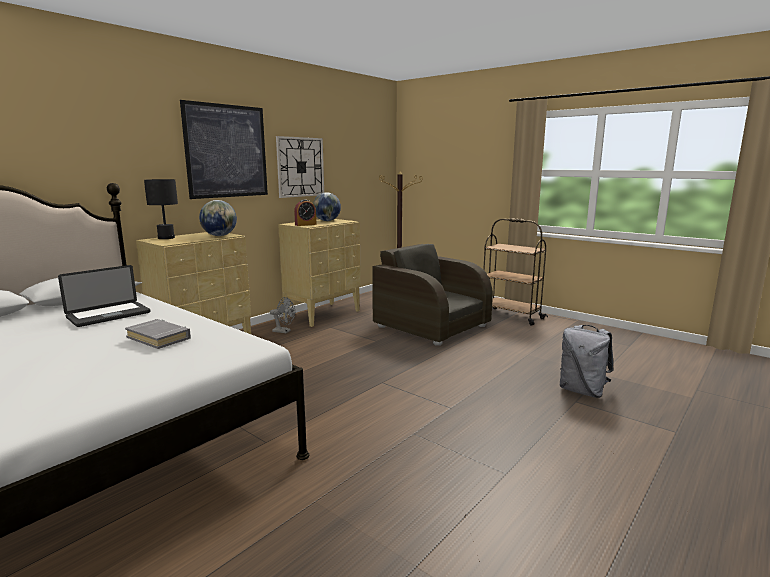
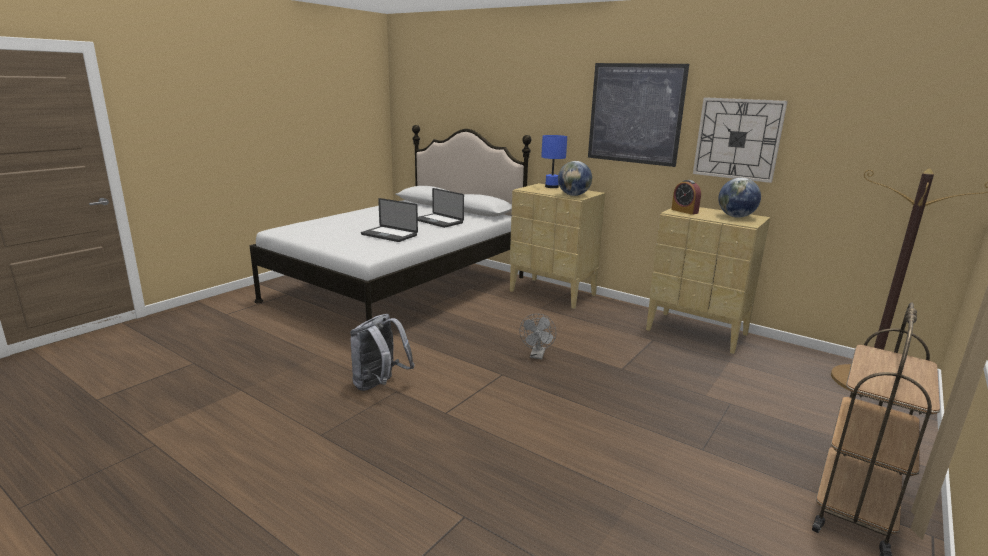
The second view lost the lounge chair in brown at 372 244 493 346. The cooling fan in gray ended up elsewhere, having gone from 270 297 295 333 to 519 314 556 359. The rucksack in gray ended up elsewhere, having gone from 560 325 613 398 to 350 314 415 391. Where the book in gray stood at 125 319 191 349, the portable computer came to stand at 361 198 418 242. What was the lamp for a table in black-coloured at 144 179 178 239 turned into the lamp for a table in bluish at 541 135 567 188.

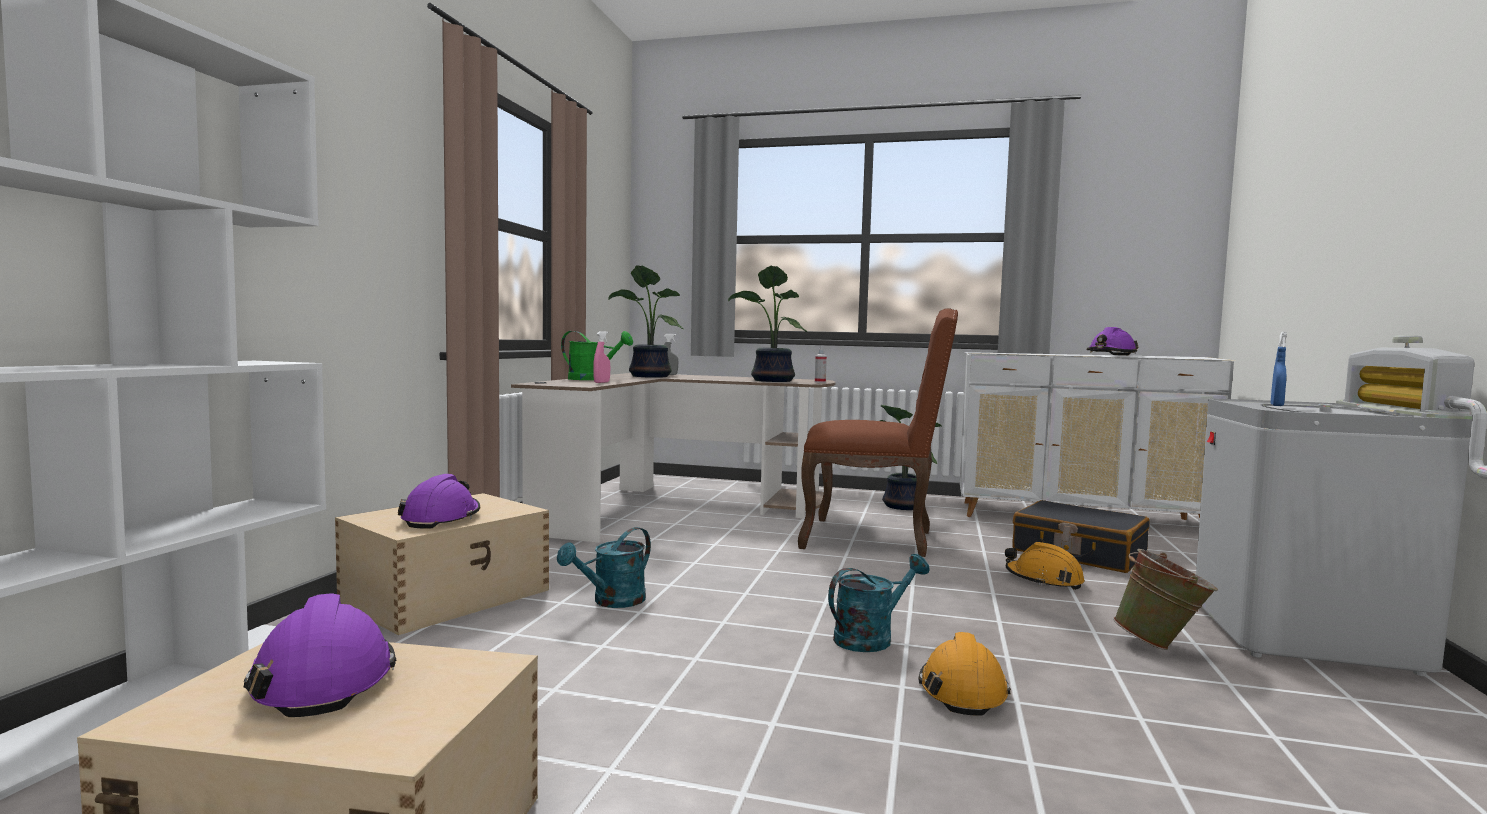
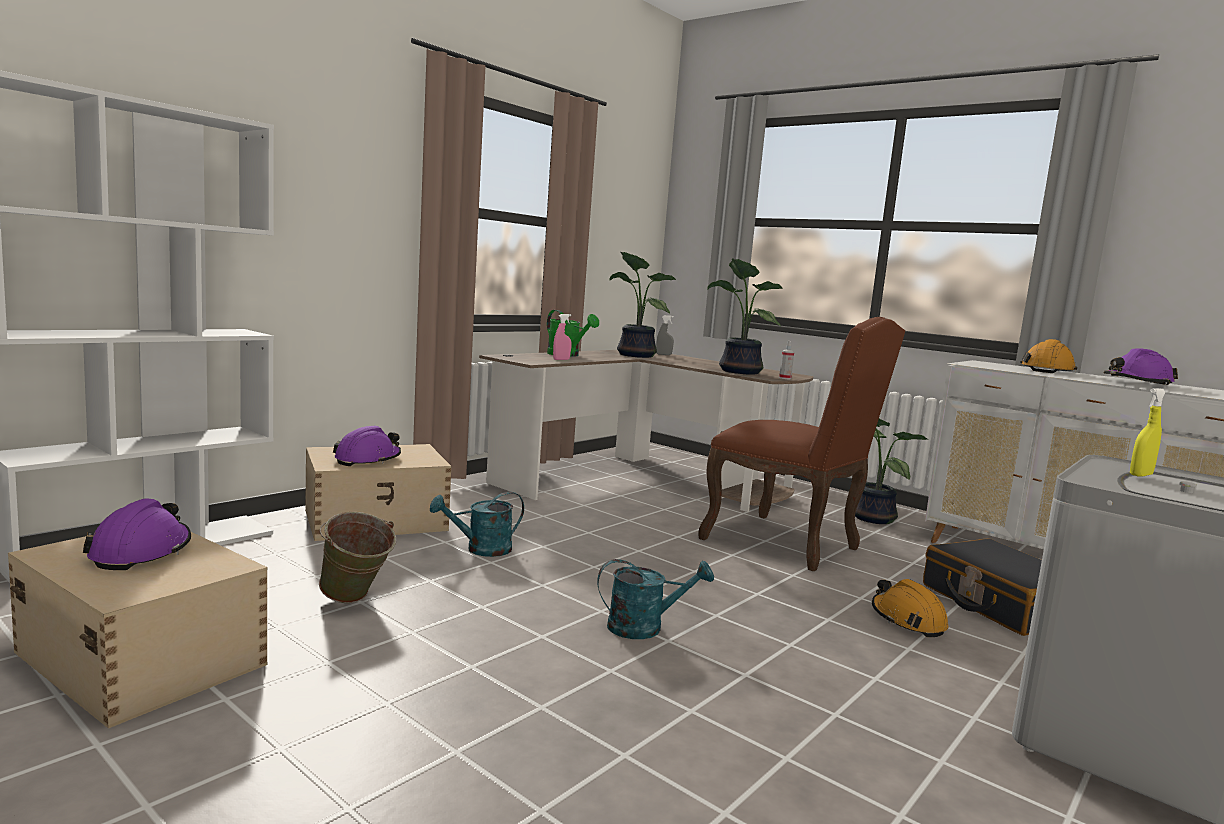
The safety helmet in orange ended up elsewhere, having gone from 918 632 1011 716 to 1020 339 1077 373. The water bucket in greenish ended up elsewhere, having gone from 1113 549 1218 650 to 319 512 396 603. What was the spray bottle in bluish at 1270 332 1287 406 turned into the spray bottle in yellow-coloured at 1130 388 1166 477.

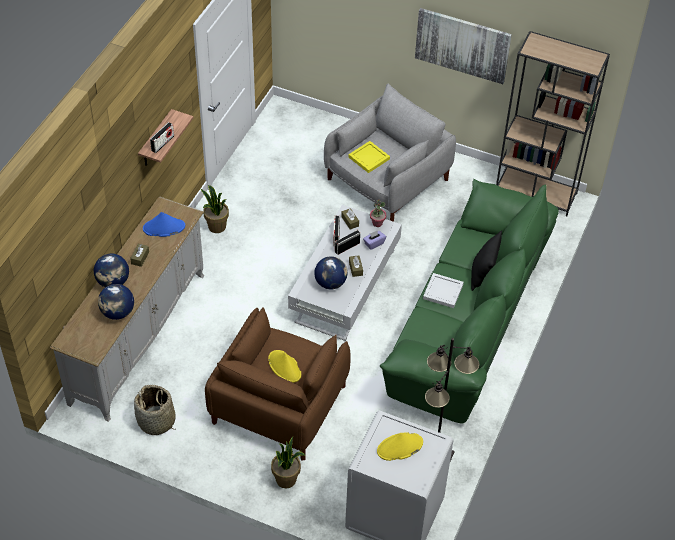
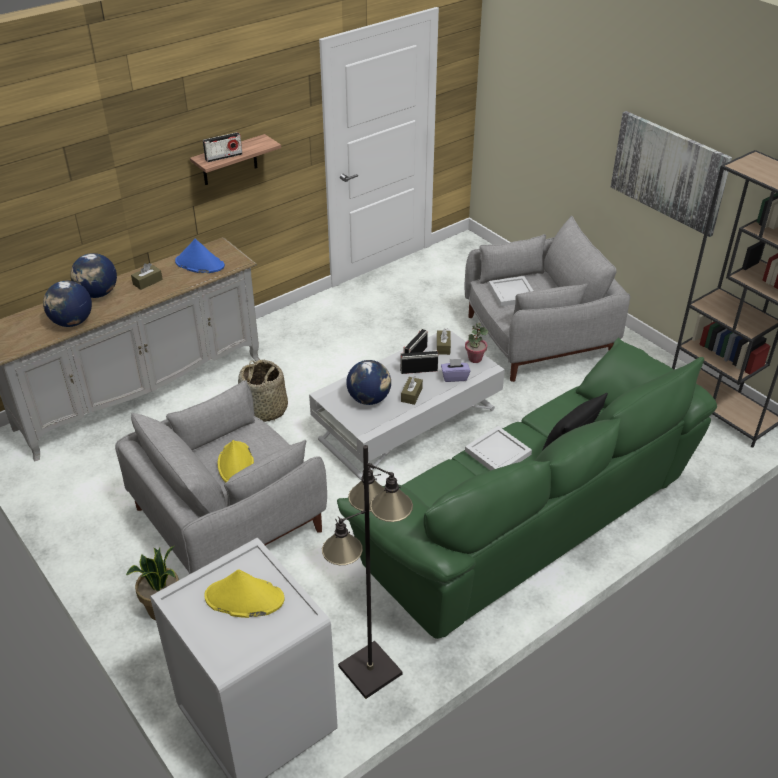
The second view lost the plant in a pot at 200 185 229 233. The household basket ended up elsewhere, having gone from 134 385 176 435 to 238 360 288 422. What was the lounge chair in brown at 205 307 351 461 turned into the lounge chair in gray at 115 380 327 574. What was the tray in yellow-coloured at 348 141 390 173 turned into the tray in white at 488 276 534 306.

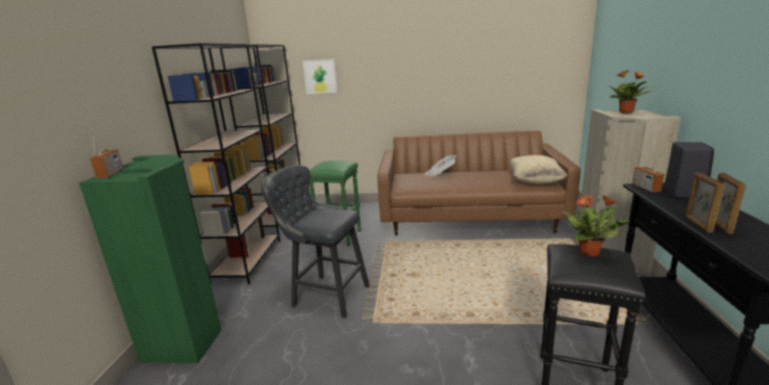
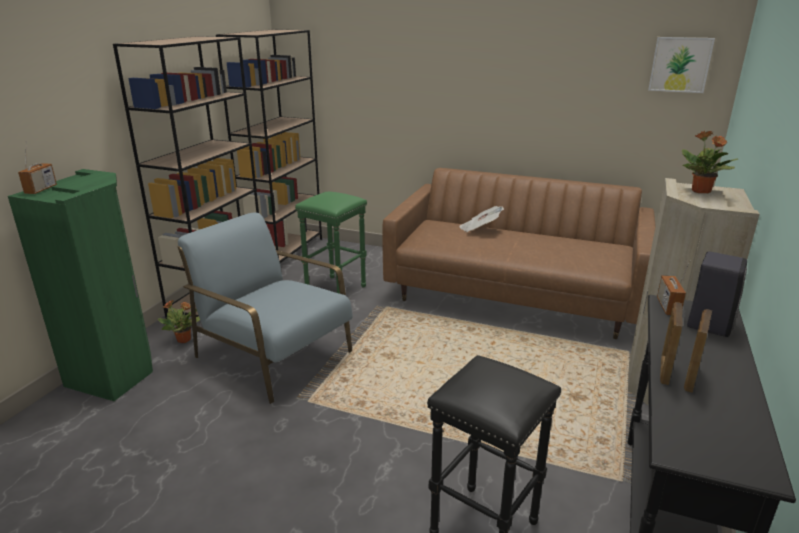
The second view lost the cushion in beige-coloured at 510 155 567 184. The wall picture ended up elsewhere, having gone from 303 59 338 94 to 648 37 715 93. The plant in a pot ended up elsewhere, having gone from 562 195 630 257 to 157 300 200 343. Where the sitting stool in gray stood at 261 165 370 318, the lounge chair in bluish came to stand at 177 212 353 404.

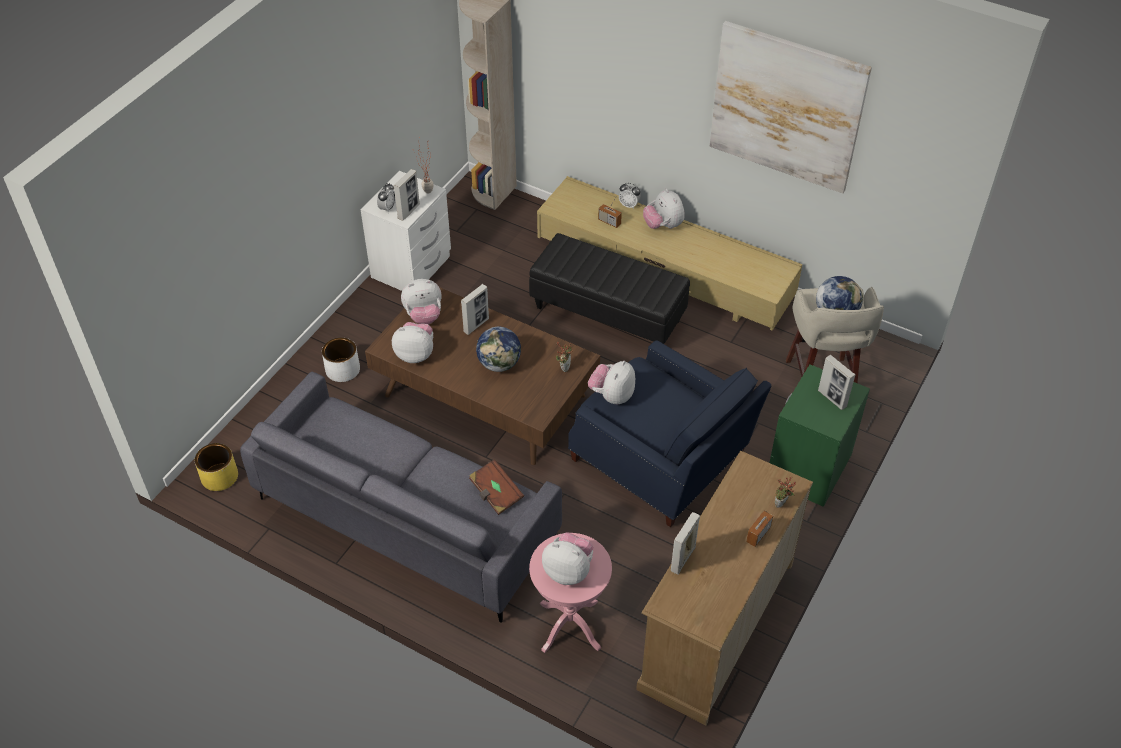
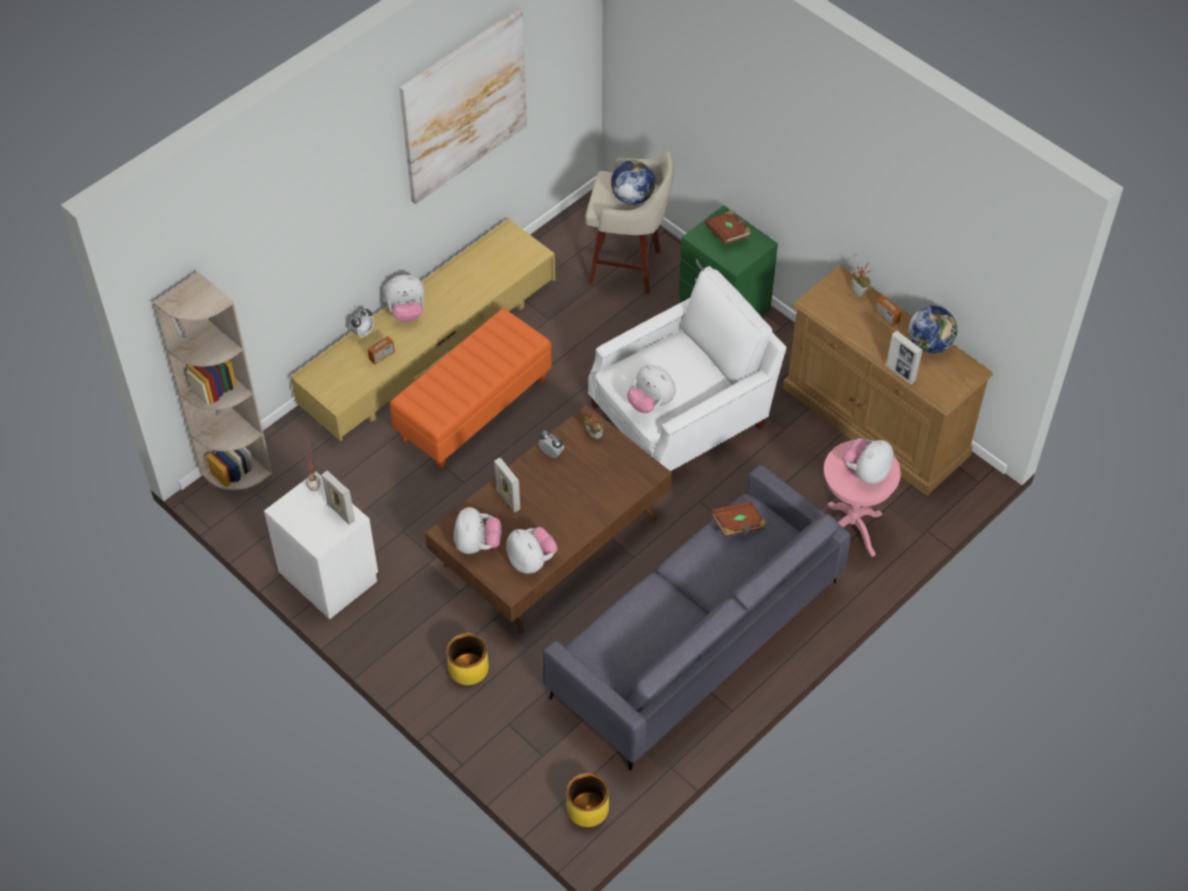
The alarm clock ended up elsewhere, having gone from 377 183 396 213 to 538 430 564 458. The globe ended up elsewhere, having gone from 476 327 521 372 to 909 306 957 354. Where the photo frame stood at 818 355 855 410, the book in brown came to stand at 705 211 751 244. What was the planter in white at 322 337 360 382 turned into the planter in yellow-coloured at 447 634 489 685. What was the ottoman in black-coloured at 529 233 690 344 turned into the ottoman in orange at 389 308 552 469. What was the lounge chair in bluish at 568 340 772 527 turned into the lounge chair in white at 588 266 787 471. The cuddly toy at 392 322 433 363 ended up facing another way, 120 degrees clockwise from before.

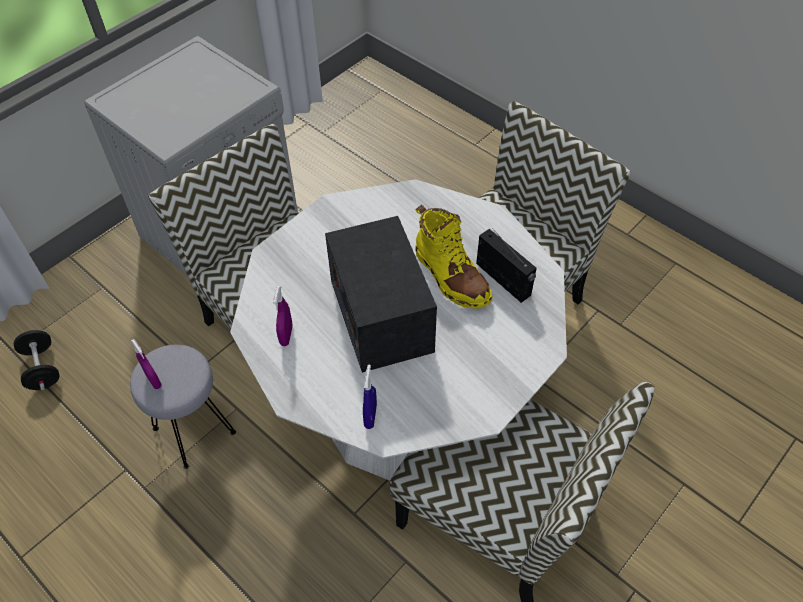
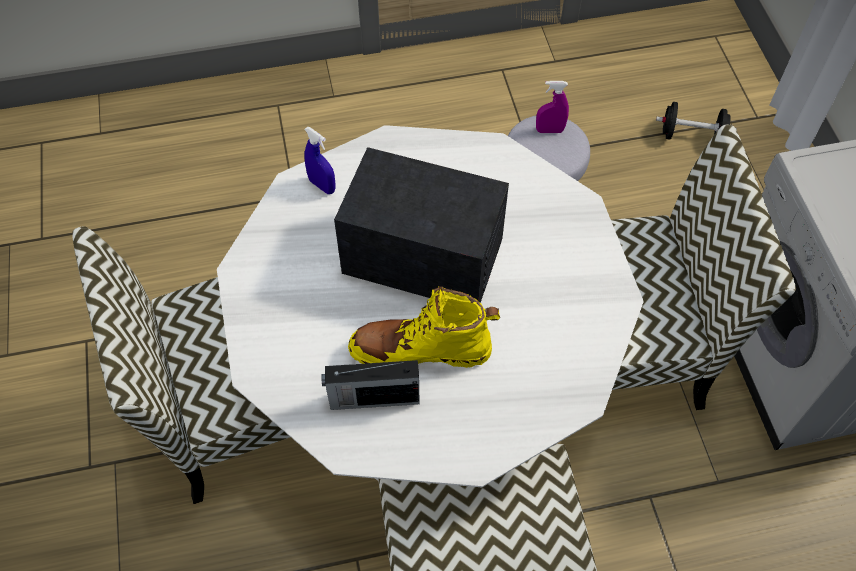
The second view lost the spray bottle in purple at 273 286 293 346.

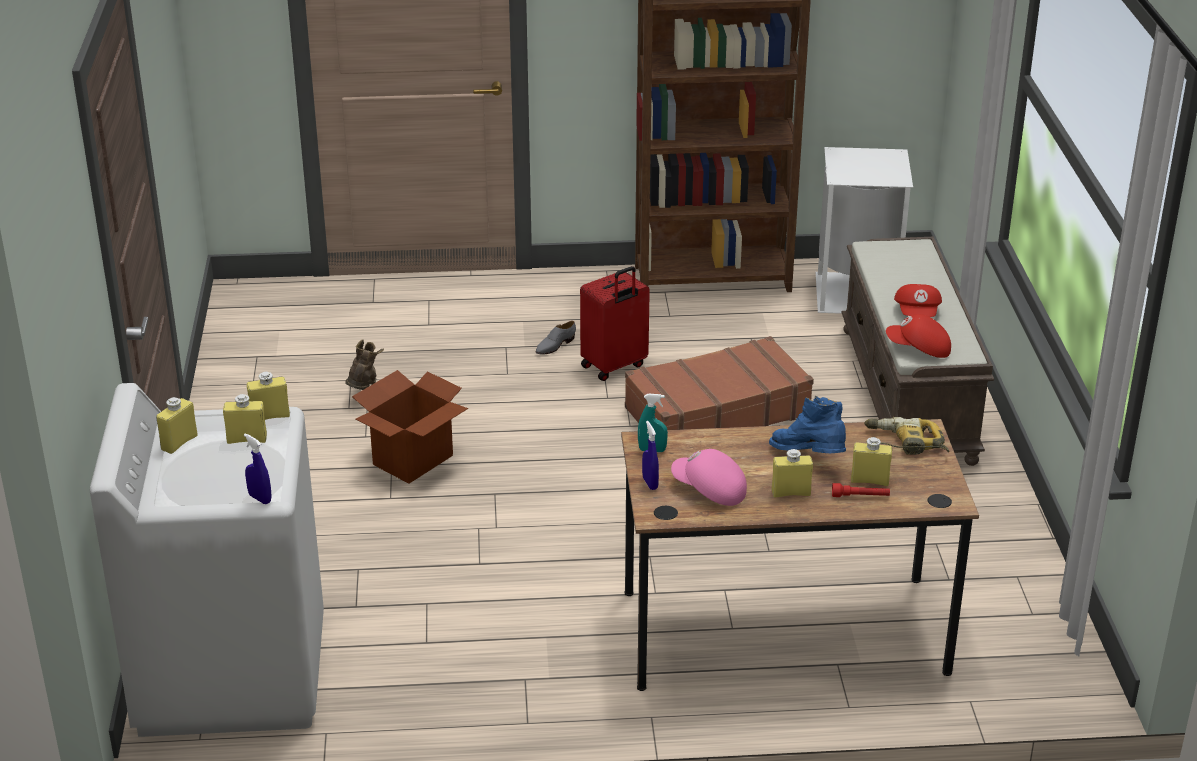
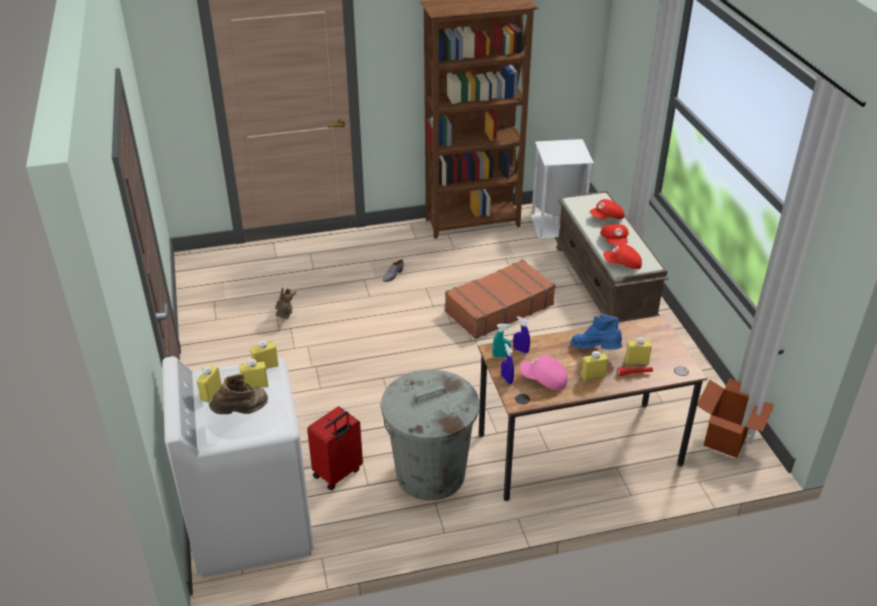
The second view lost the drill at 864 417 949 455. The second view gained the high-top boot in brown at 209 374 268 414. The second view gained the rubbish bin in gray at 381 369 479 501. The second view gained the baseball cap in reddish at 590 199 624 219. The spray bottle in bluish ended up elsewhere, having gone from 244 433 272 504 to 513 316 530 353. The packing box ended up elsewhere, having gone from 352 370 468 484 to 697 378 774 458. The suitcase in reddish ended up elsewhere, having gone from 580 266 650 381 to 307 406 363 490.

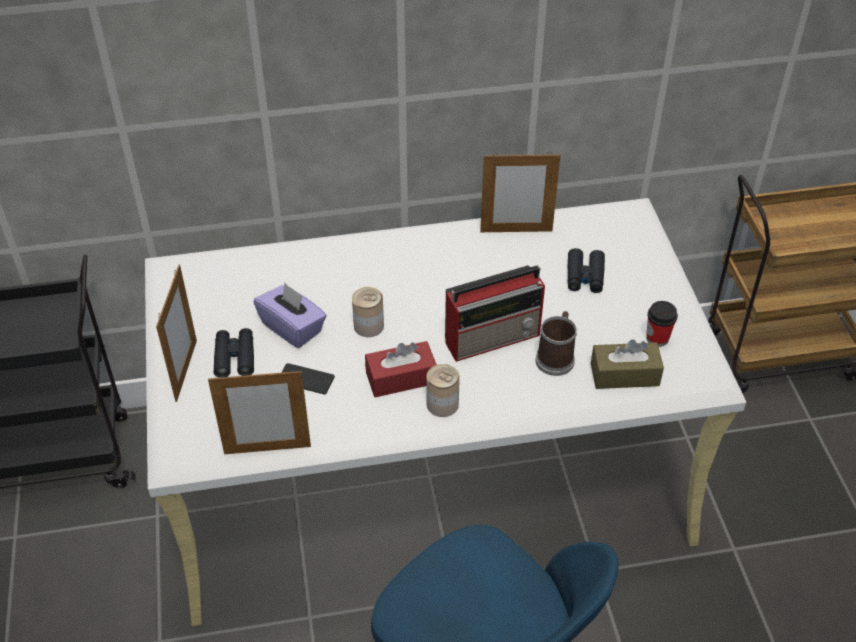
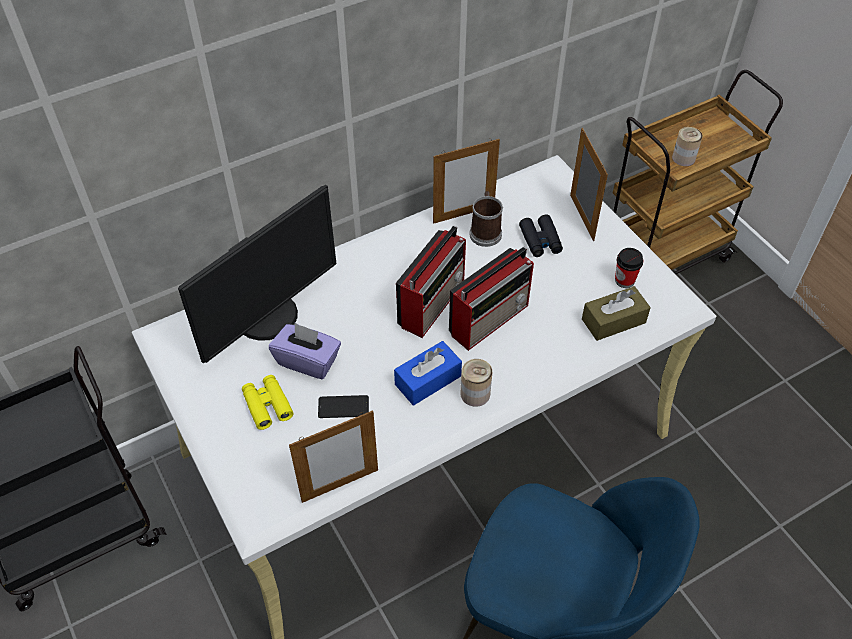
The second view gained the monitor at 178 185 336 363. The second view gained the radio receiver at 396 226 466 338. The photo frame ended up elsewhere, having gone from 156 265 197 402 to 570 128 608 241. The can ended up elsewhere, having gone from 352 287 384 337 to 672 127 703 166. The mug ended up elsewhere, having gone from 536 311 577 376 to 469 191 503 247. What was the binoculars in black-coloured at 214 328 254 378 turned into the binoculars in yellow-coloured at 242 375 294 430. What was the box of tissues in reddish at 365 341 437 397 turned into the box of tissues in bluish at 394 341 462 406.

